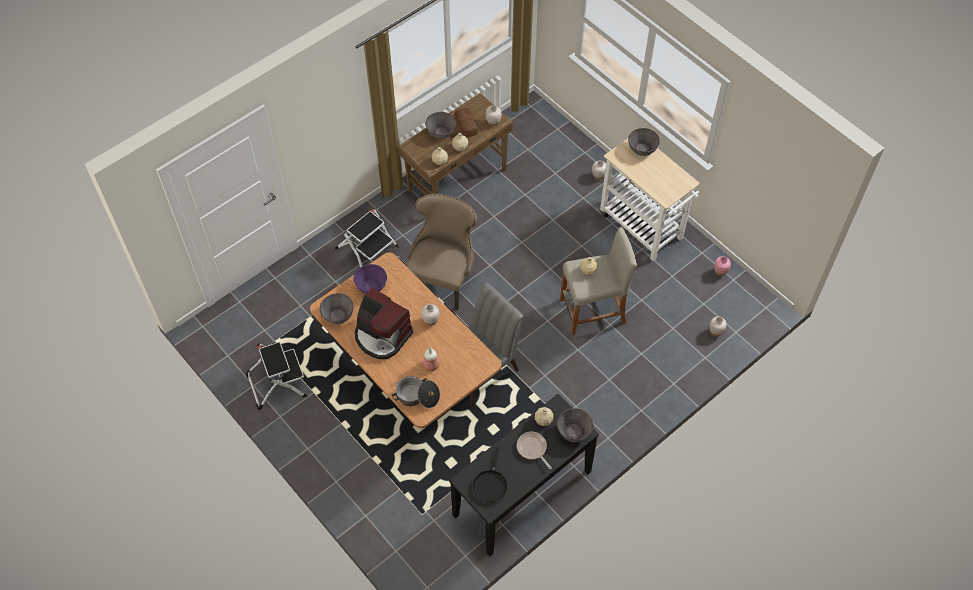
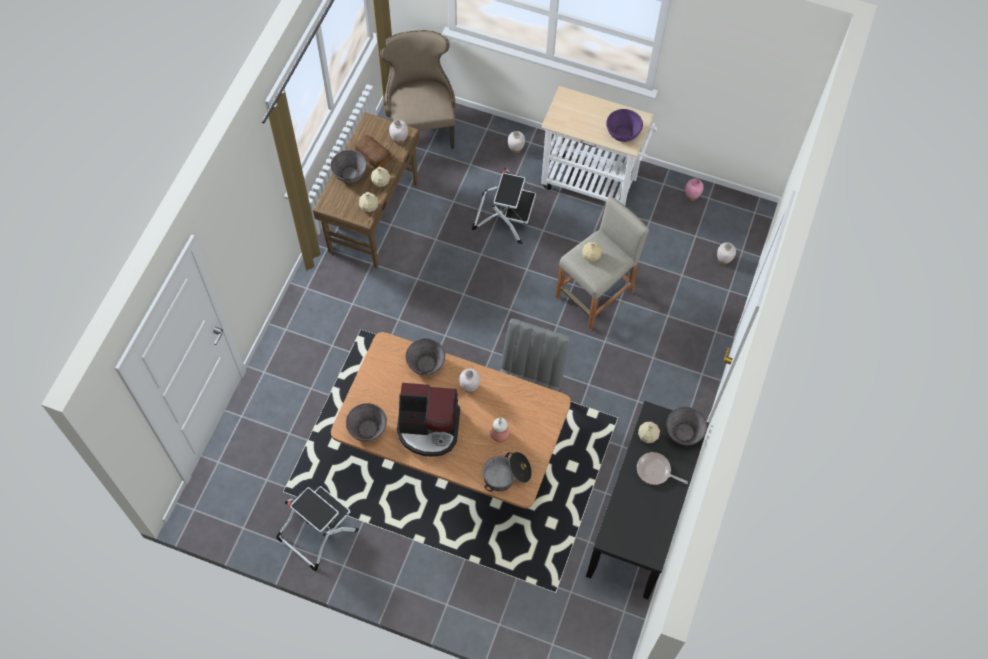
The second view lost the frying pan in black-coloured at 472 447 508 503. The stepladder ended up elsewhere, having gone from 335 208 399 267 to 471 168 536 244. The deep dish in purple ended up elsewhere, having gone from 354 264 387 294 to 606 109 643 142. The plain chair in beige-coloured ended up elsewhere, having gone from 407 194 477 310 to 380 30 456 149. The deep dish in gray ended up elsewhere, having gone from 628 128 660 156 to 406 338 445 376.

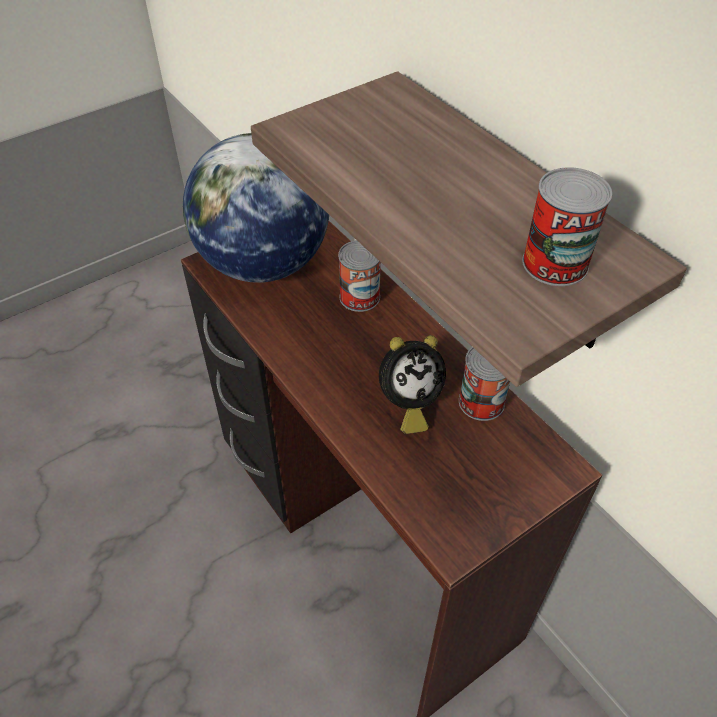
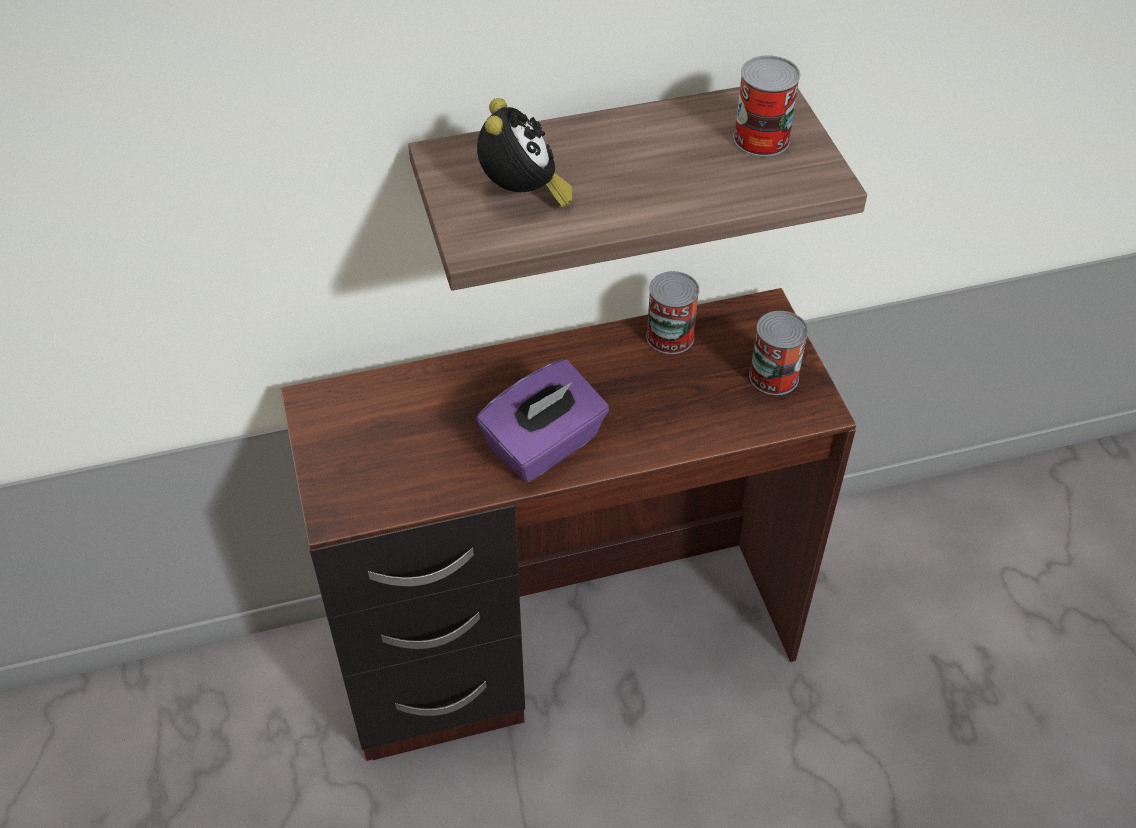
The second view lost the globe at 183 133 329 283. The second view gained the box of tissues in purple at 476 359 609 482. The can ended up elsewhere, having gone from 338 240 381 312 to 749 311 808 395. The alarm clock ended up elsewhere, having gone from 379 335 446 434 to 477 98 573 207.

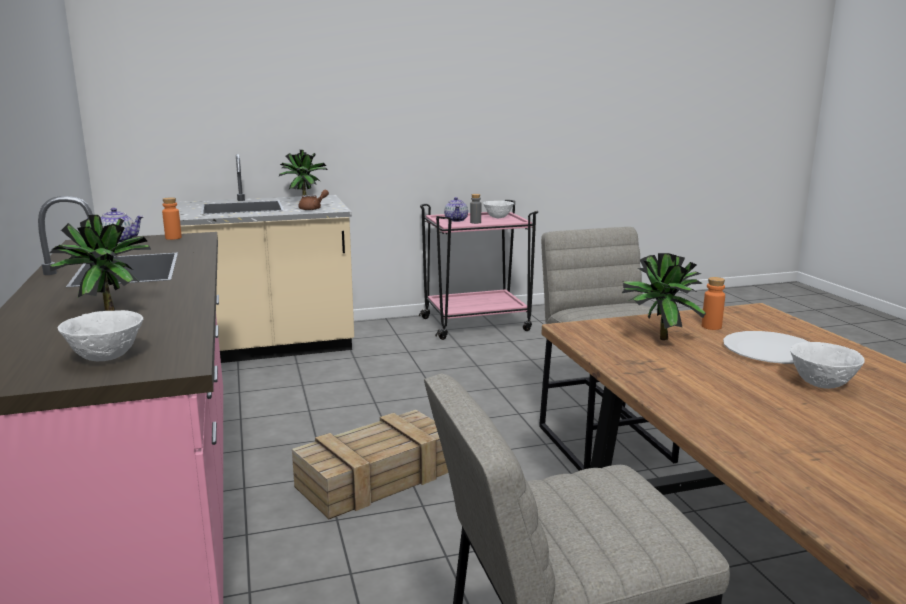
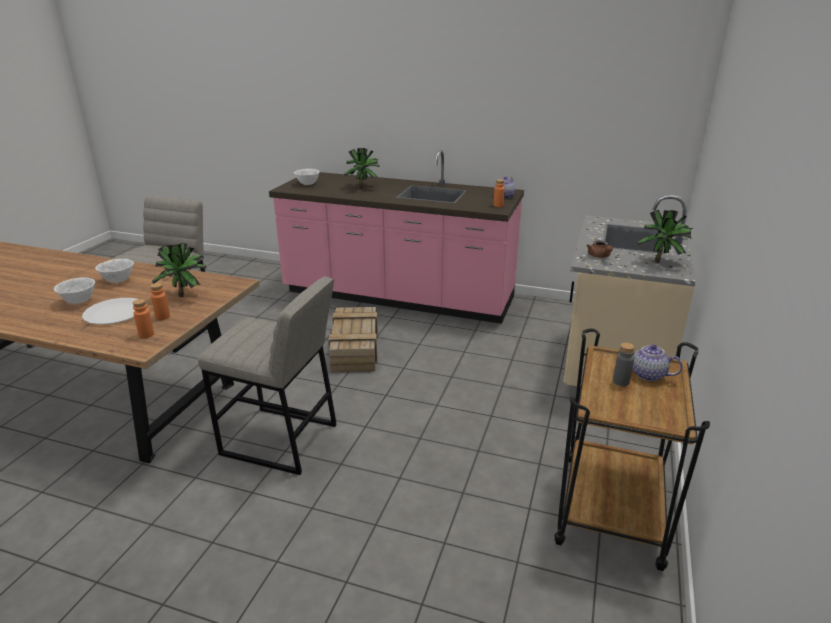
The second view gained the drink bottle in orange at 132 299 154 338. The deep dish in white ended up elsewhere, having gone from 483 201 514 219 to 95 259 134 283. What was the wheeled cart in pink-coloured at 419 200 538 340 turned into the wheeled cart in brown at 554 329 710 571.

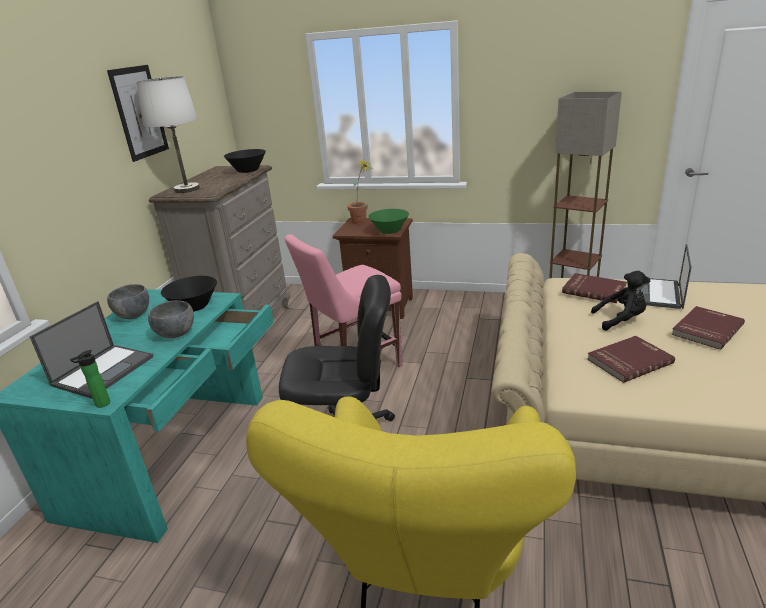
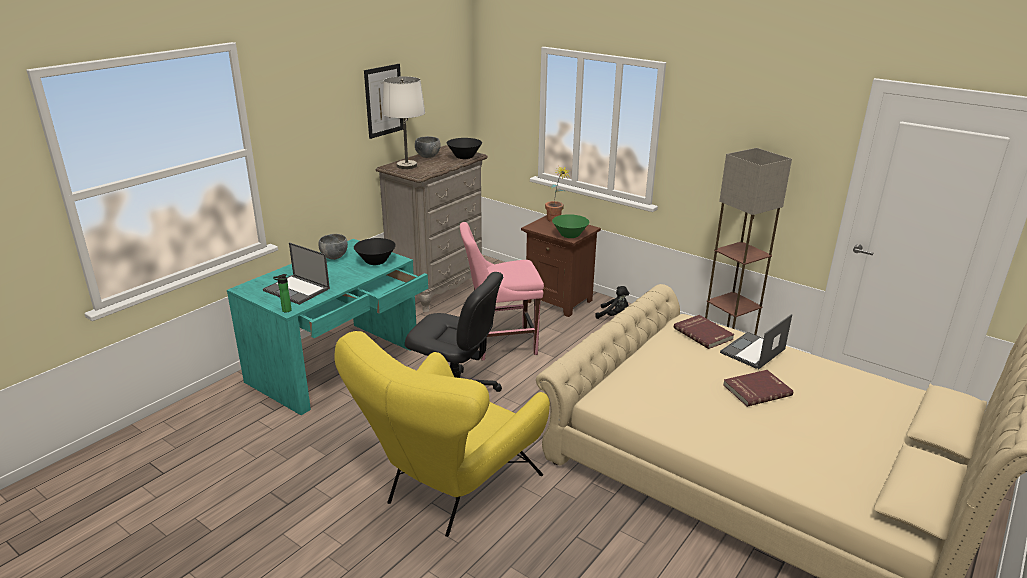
The second view lost the book in reddish at 587 336 675 383. The deep dish in gray ended up elsewhere, having gone from 148 300 194 338 to 415 136 441 158. The cuddly toy in black-coloured ended up elsewhere, having gone from 591 271 650 331 to 595 286 630 319. The portable computer at 30 301 154 399 ended up facing another way, 75 degrees clockwise from before.

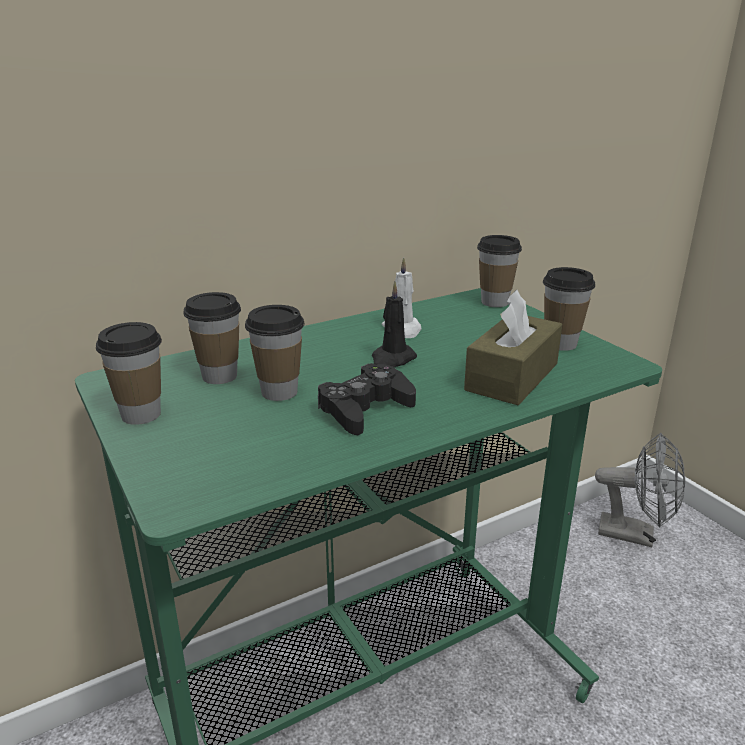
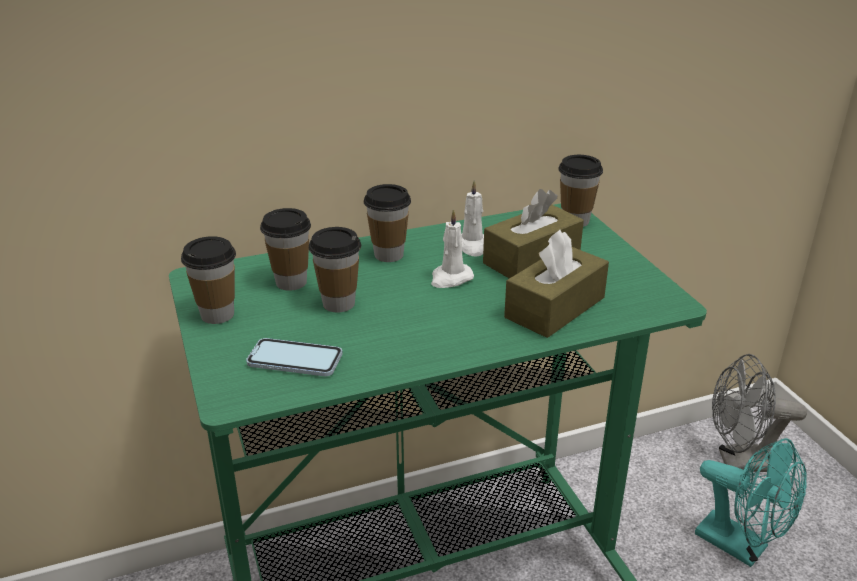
The second view lost the game controller in black-coloured at 318 363 416 435. The second view gained the telephone at 246 338 343 376. The second view gained the box of tissues in brown at 483 189 584 279. The second view gained the cooling fan in turquoise-coloured at 695 438 807 567. The cup ended up elsewhere, having gone from 543 267 595 351 to 364 184 411 262. What was the wax light in black-coloured at 372 281 417 367 turned into the wax light in white at 431 209 474 288. The cooling fan in gray at 595 433 685 547 ended up facing another way, 150 degrees clockwise from before.

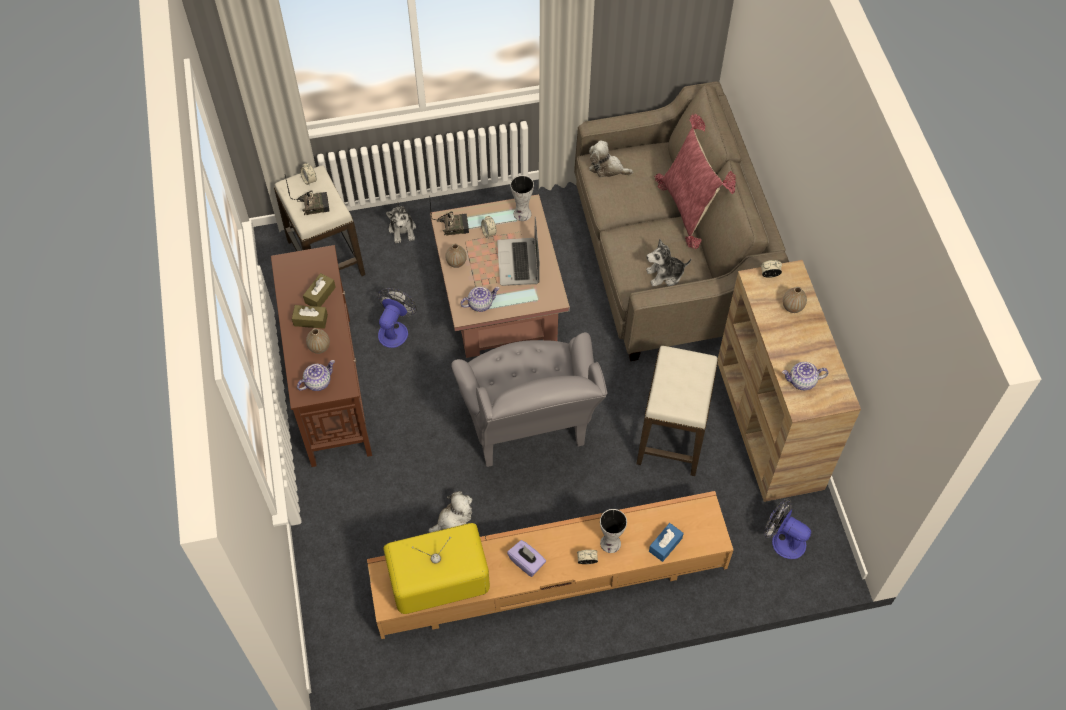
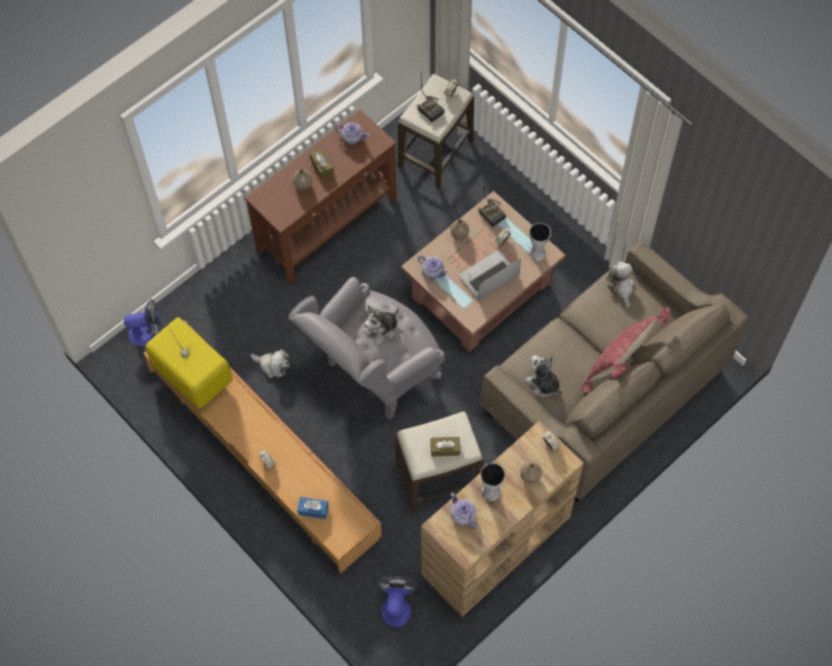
The second view lost the box of tissues in purple at 507 540 546 577. The tea pot ended up elsewhere, having gone from 297 360 335 391 to 335 122 369 145. The box of tissues in brown ended up elsewhere, having gone from 303 273 336 307 to 430 437 460 456. The cooling fan ended up elsewhere, having gone from 378 288 417 348 to 124 299 161 346. The cuddly toy ended up elsewhere, having gone from 386 202 416 244 to 364 305 399 345. The flower vase ended up elsewhere, having gone from 600 509 627 553 to 480 463 505 501.

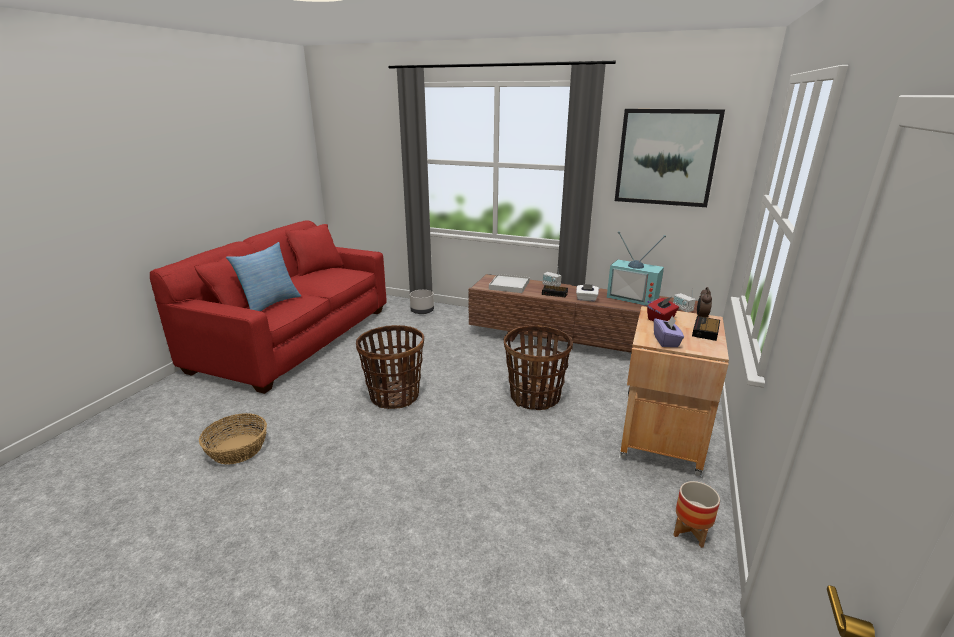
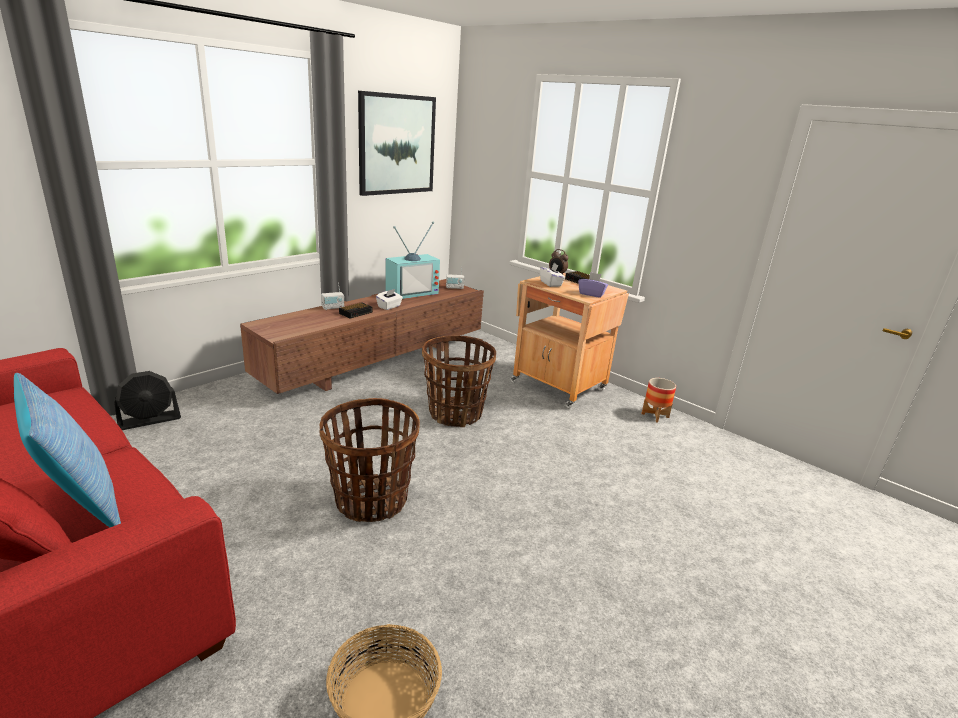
The second view lost the tray in white at 489 274 530 293. Where the planter in gray stood at 410 290 434 314, the cooling fan in black-coloured came to stand at 114 371 181 430. What was the box of tissues in reddish at 647 297 679 321 turned into the box of tissues in white at 540 263 565 287.

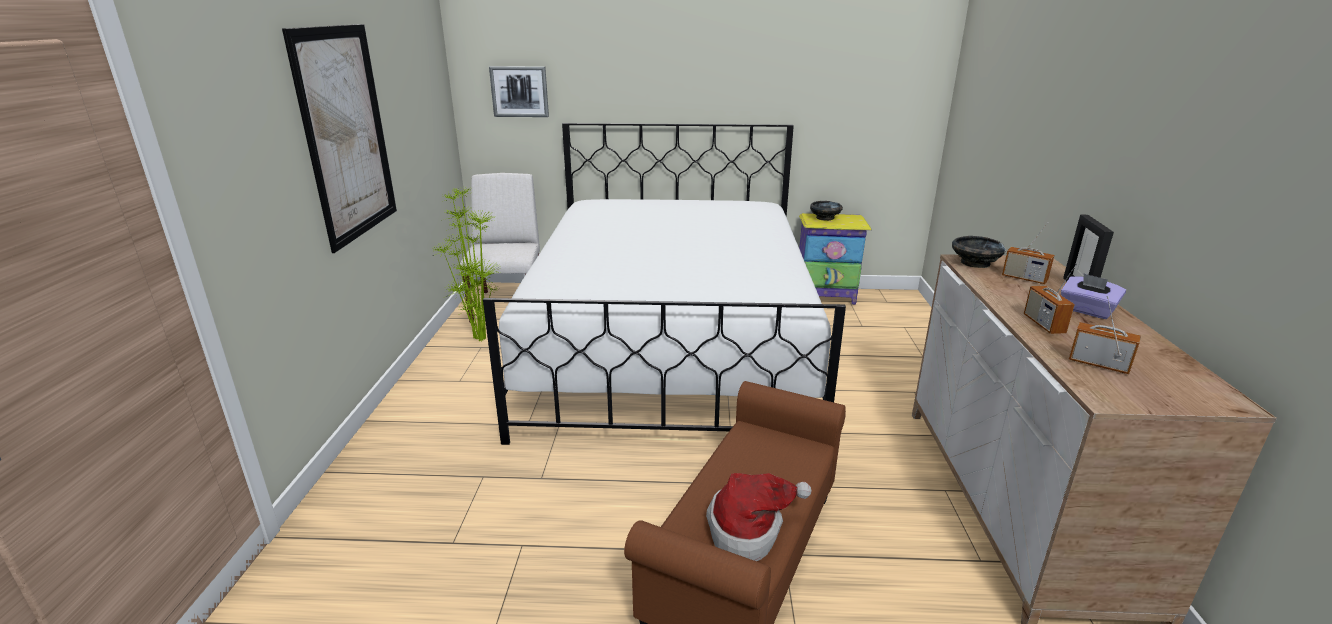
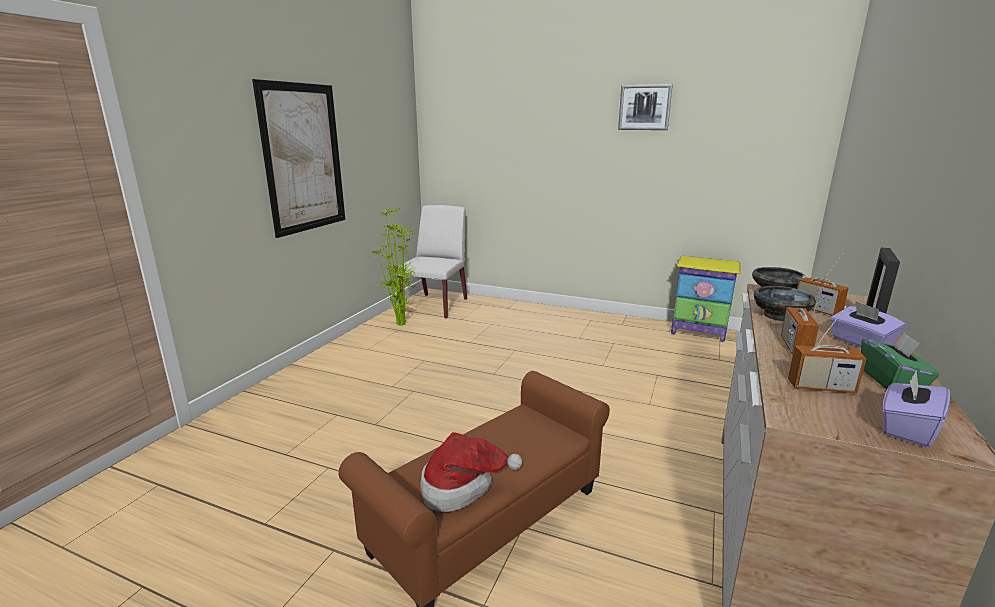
The second view lost the sleeping bed in white at 483 123 846 445. The second view gained the box of tissues in greenish at 861 333 939 389. The second view gained the box of tissues in purple at 882 371 950 447. The wall picture ended up elsewhere, having gone from 489 66 549 117 to 618 84 673 130. The deep dish in black-coloured ended up elsewhere, having gone from 810 201 843 221 to 754 286 816 322. The radio receiver at 1069 296 1141 374 ended up facing another way, 135 degrees clockwise from before.

